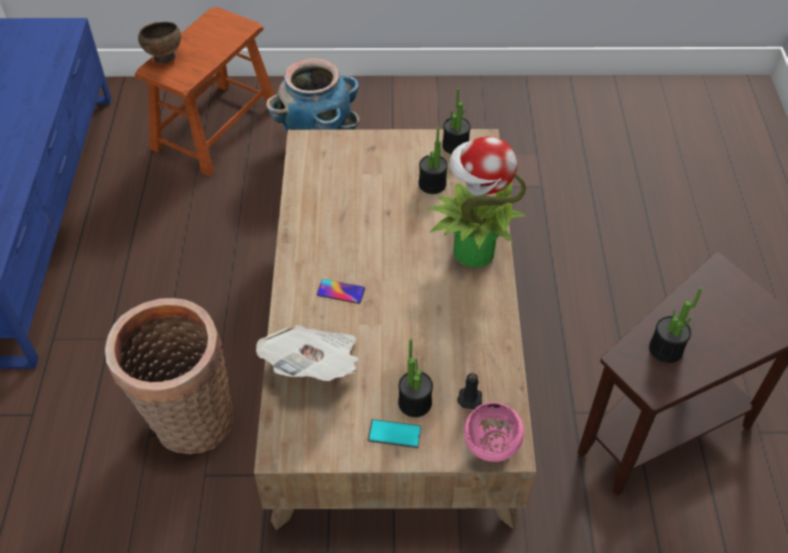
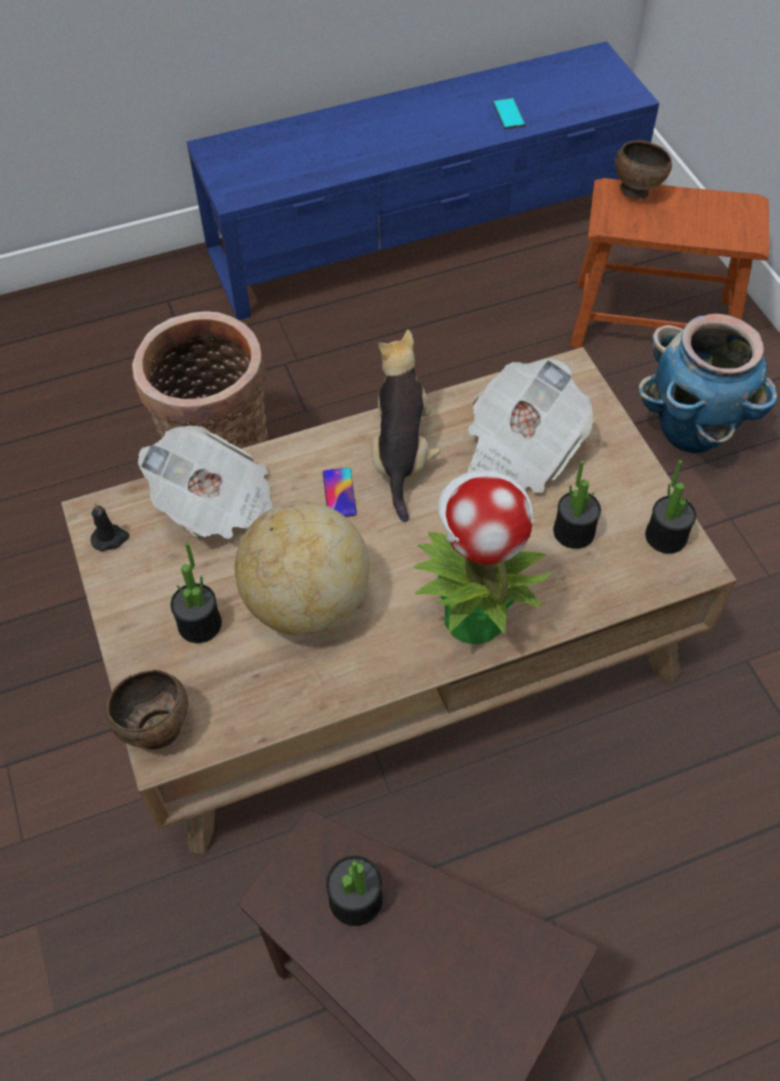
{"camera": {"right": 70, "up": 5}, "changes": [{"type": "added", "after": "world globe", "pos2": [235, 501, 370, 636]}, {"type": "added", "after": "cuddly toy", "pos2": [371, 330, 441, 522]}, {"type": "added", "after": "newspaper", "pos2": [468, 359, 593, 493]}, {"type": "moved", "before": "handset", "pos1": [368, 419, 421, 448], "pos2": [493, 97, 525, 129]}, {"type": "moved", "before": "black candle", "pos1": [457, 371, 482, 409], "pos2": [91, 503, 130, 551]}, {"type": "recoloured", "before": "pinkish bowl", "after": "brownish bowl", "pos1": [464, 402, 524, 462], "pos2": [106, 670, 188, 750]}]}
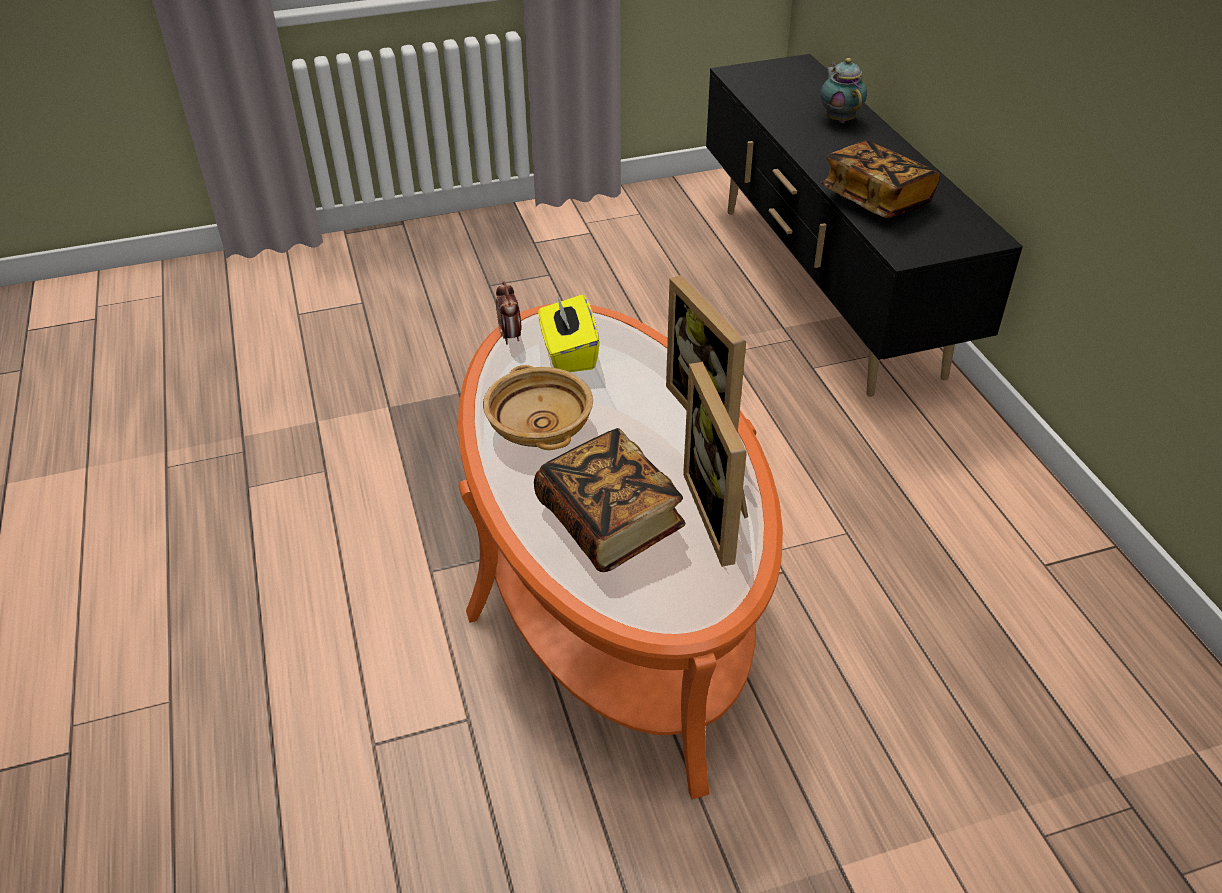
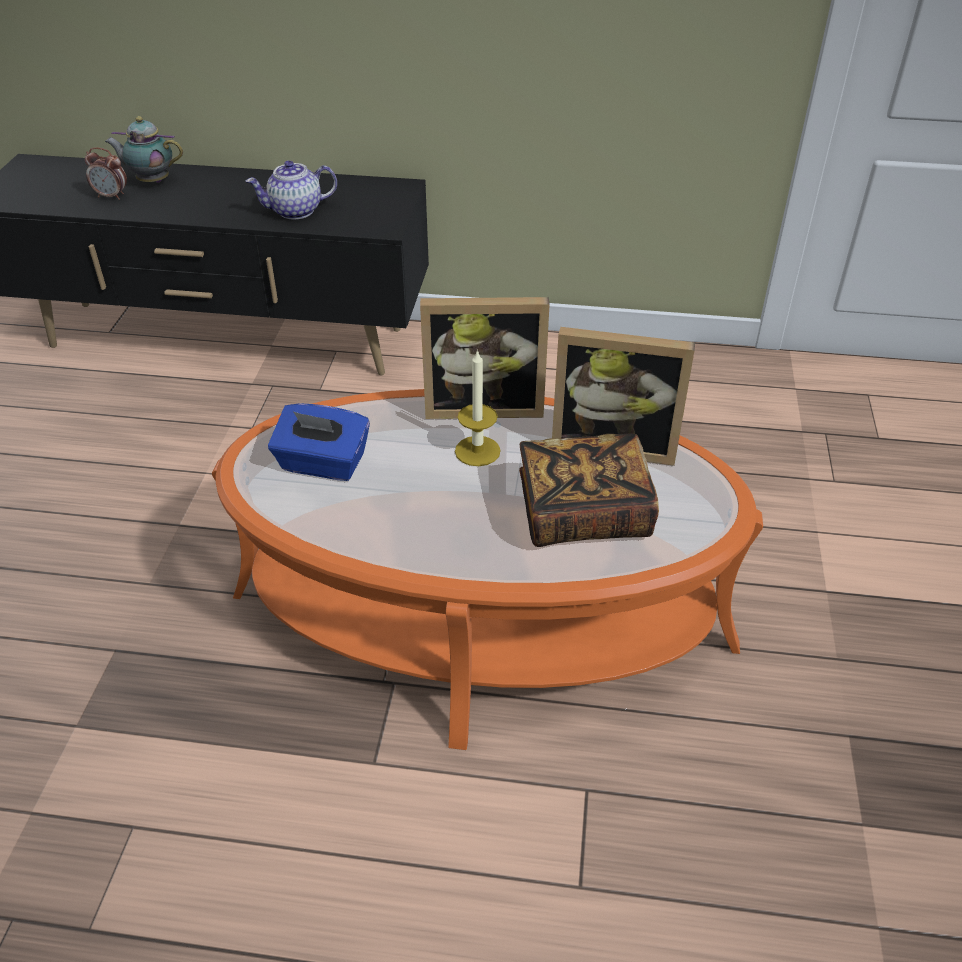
{"camera": {"right": -65, "up": 0}, "changes": [{"type": "removed", "before": "beige-coloured bowl", "pos1": [483, 365, 593, 450]}, {"type": "added", "after": "candle", "pos2": [455, 349, 501, 466]}, {"type": "moved", "before": "alarm clock", "pos1": [496, 281, 521, 345], "pos2": [85, 147, 127, 200]}, {"type": "replaced", "before": "volume", "after": "tea pot", "pos1": [821, 140, 940, 218], "pos2": [246, 160, 337, 219]}, {"type": "recoloured", "before": "yellowish box of tissues", "after": "blue-coloured box of tissues", "pos1": [539, 295, 600, 372], "pos2": [268, 403, 370, 481]}]}
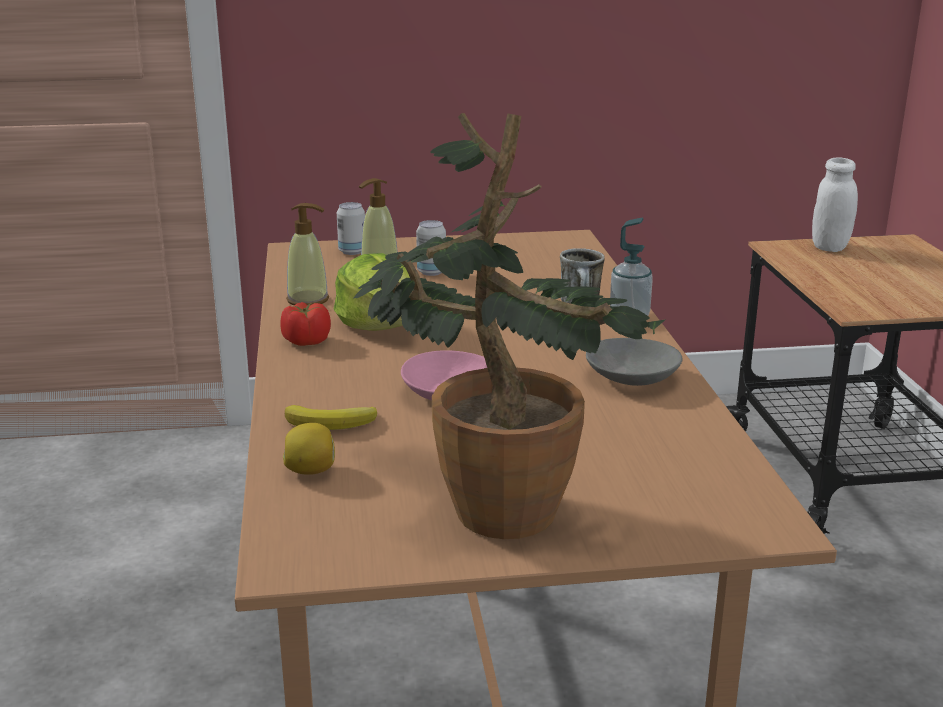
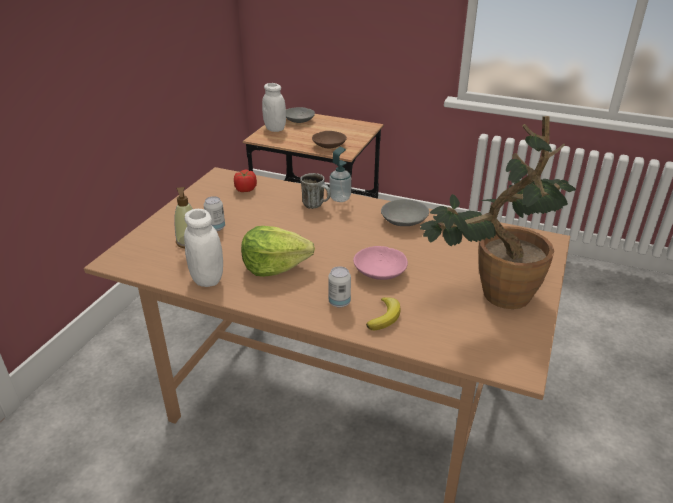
{"camera": {"right": -60, "up": 10}, "changes": [{"type": "removed", "before": "lemon", "pos1": [283, 423, 335, 475]}, {"type": "added", "after": "greyish bowl", "pos2": [286, 107, 315, 123]}, {"type": "added", "after": "brownish bowl", "pos2": [312, 131, 347, 148]}, {"type": "moved", "before": "tomato", "pos1": [281, 302, 331, 346], "pos2": [234, 170, 257, 192]}, {"type": "moved", "before": "metal can", "pos1": [337, 202, 365, 255], "pos2": [328, 266, 351, 308]}, {"type": "replaced", "before": "soap dispenser", "after": "white-coloured storage jar", "pos1": [286, 203, 329, 305], "pos2": [184, 209, 223, 287]}]}
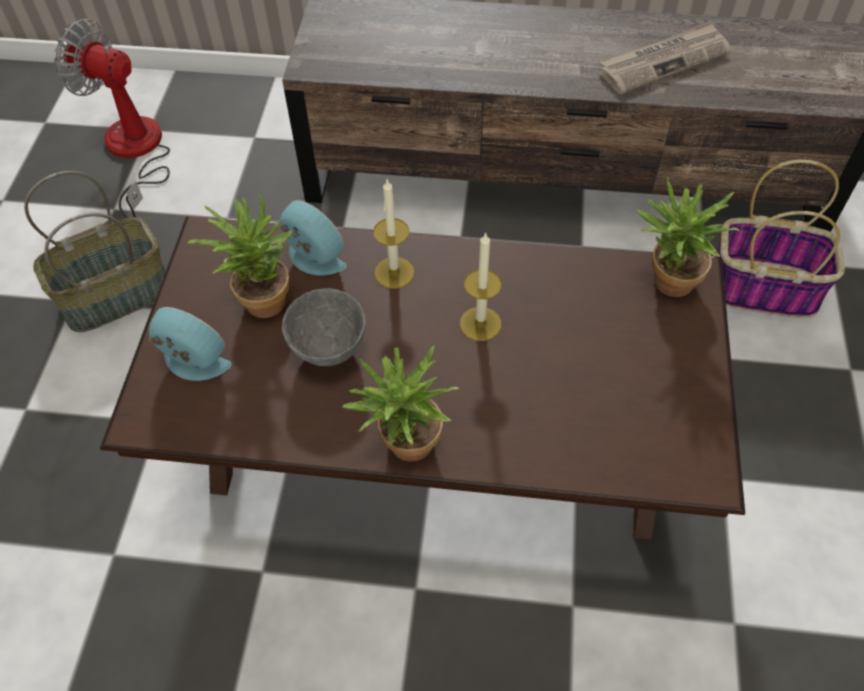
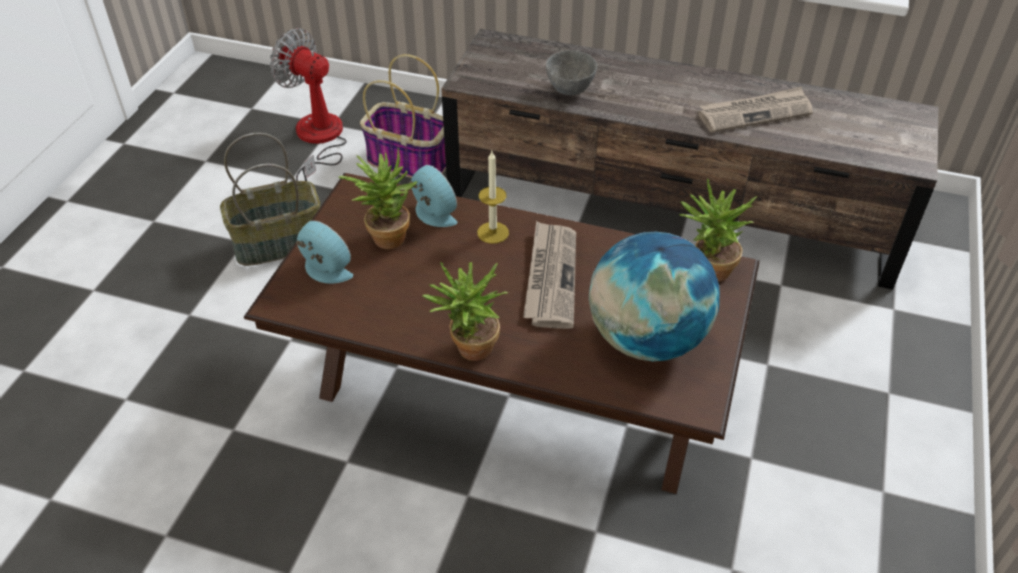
{"camera": {"right": 10, "up": -10}, "changes": [{"type": "added", "after": "world globe", "pos2": [589, 232, 720, 361]}, {"type": "moved", "before": "greyish bowl", "pos1": [282, 288, 366, 366], "pos2": [546, 50, 597, 95]}, {"type": "moved", "before": "storage basket", "pos1": [714, 160, 845, 318], "pos2": [360, 54, 446, 178]}, {"type": "replaced", "before": "candle", "after": "newspaper", "pos1": [460, 232, 502, 341], "pos2": [523, 221, 576, 329]}]}
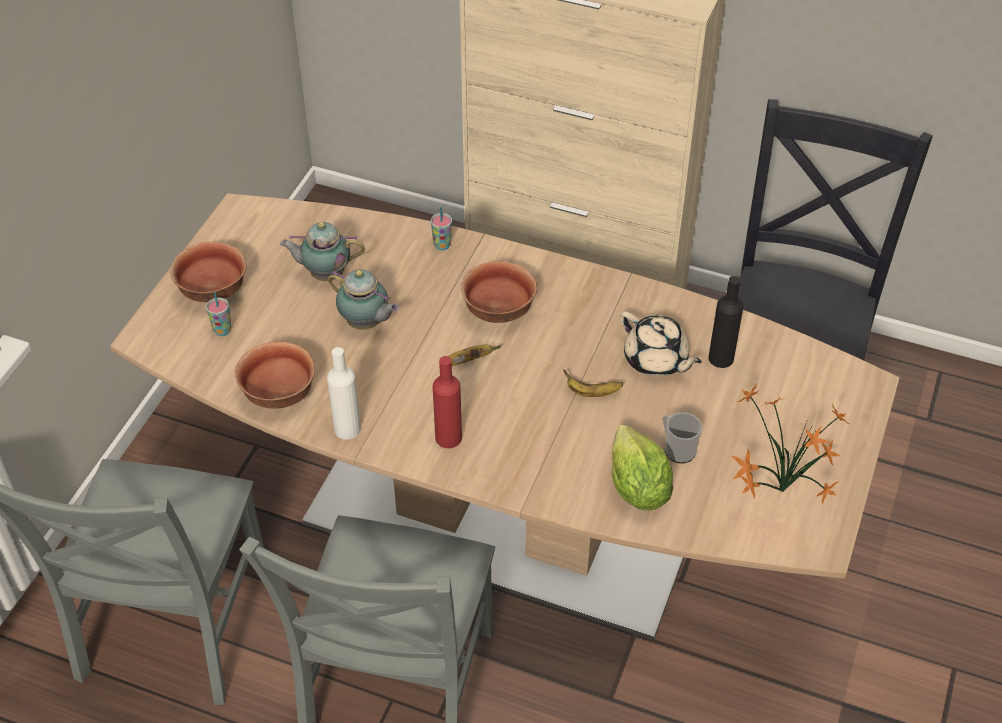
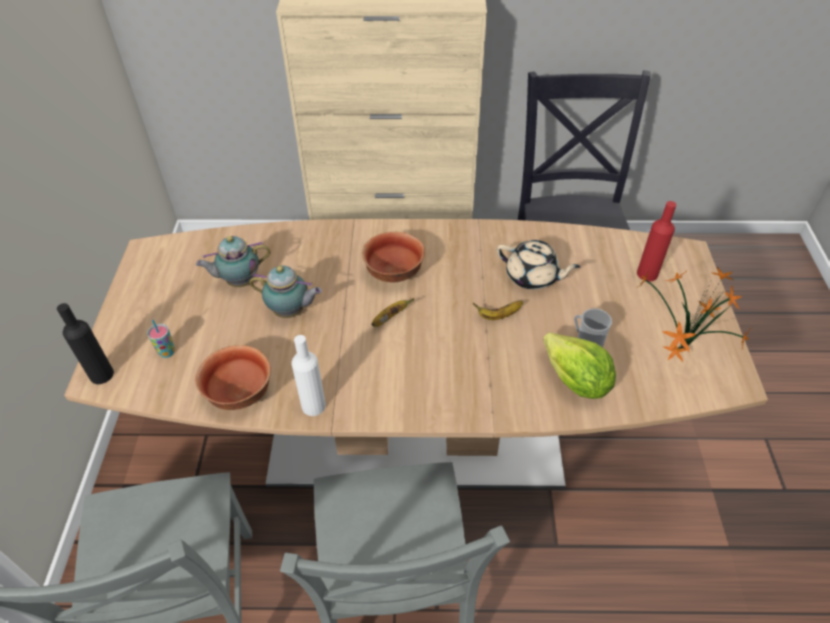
{"camera": {"right": -20, "up": 0}, "changes": [{"type": "removed", "before": "bowl", "pos1": [170, 242, 246, 302]}, {"type": "removed", "before": "cup", "pos1": [431, 207, 452, 250]}, {"type": "moved", "before": "reddish drink bottle", "pos1": [433, 356, 462, 448], "pos2": [637, 201, 676, 281]}, {"type": "moved", "before": "black drink bottle", "pos1": [708, 276, 743, 368], "pos2": [57, 303, 114, 384]}]}
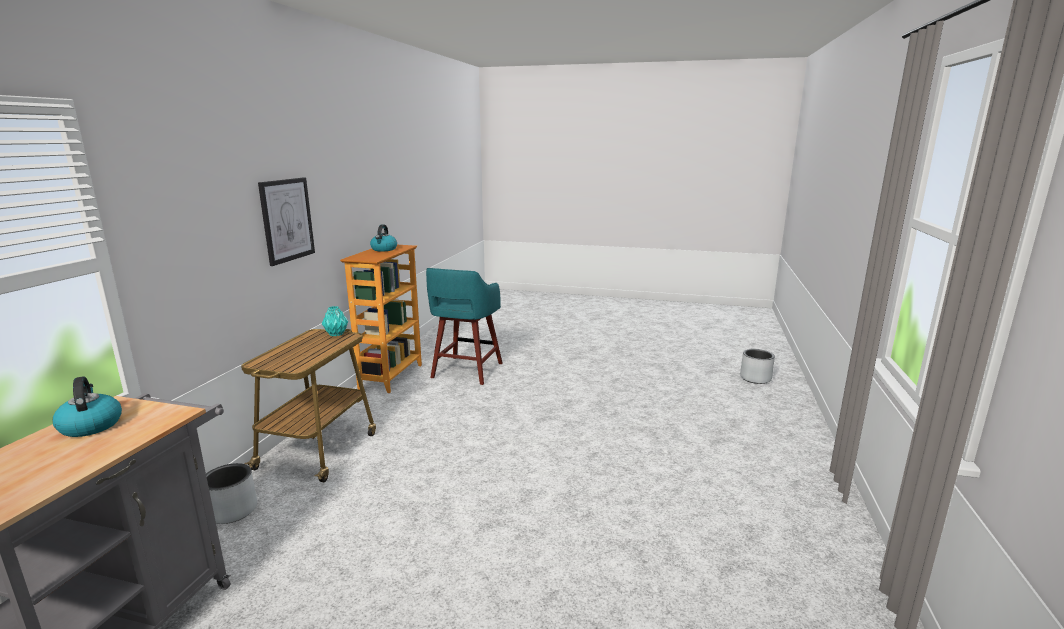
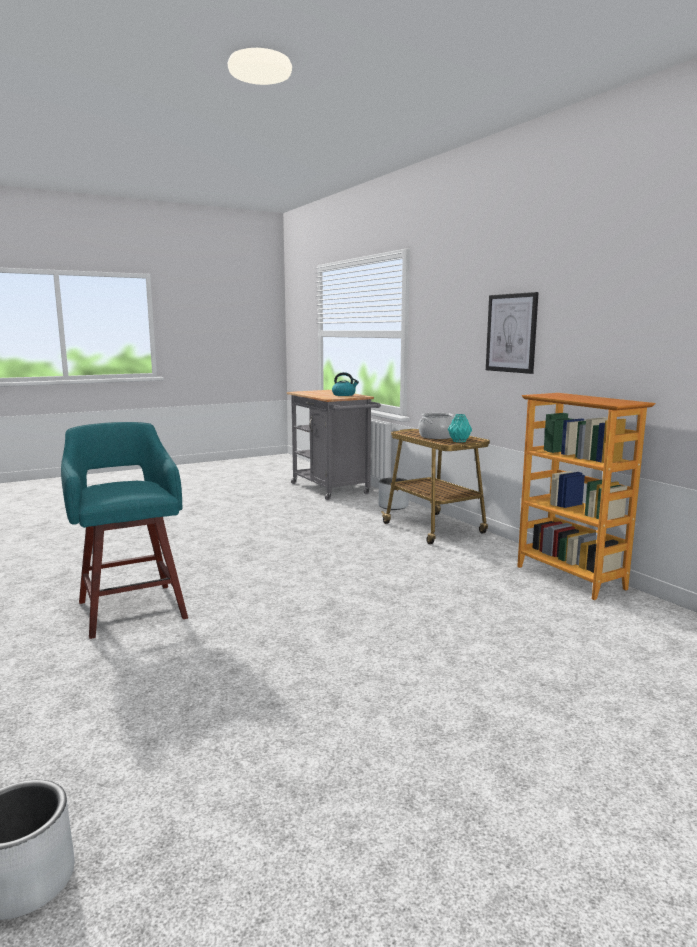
{"camera": {"right": 135, "up": -5}, "changes": [{"type": "removed", "before": "kettle", "pos1": [370, 224, 397, 251]}, {"type": "added", "after": "cooking pot", "pos2": [419, 413, 454, 439]}, {"type": "moved", "before": "blue-green stool", "pos1": [426, 268, 502, 385], "pos2": [61, 422, 188, 639]}]}
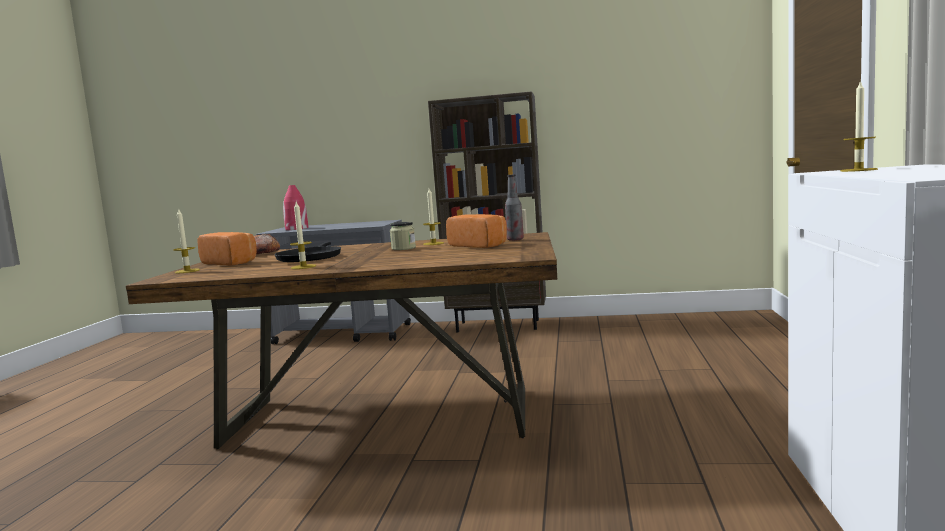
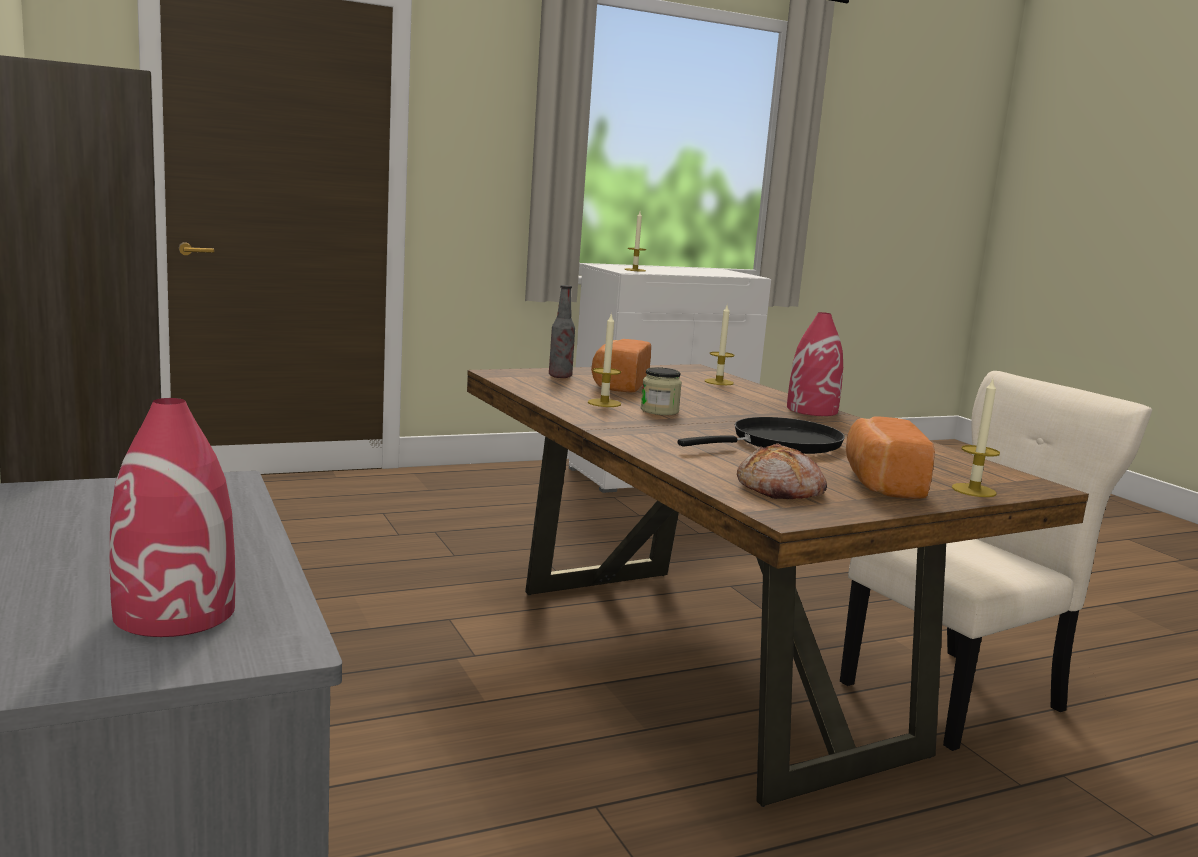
{"camera": {"right": -125, "up": 5}, "changes": [{"type": "added", "after": "reddish vase", "pos2": [787, 312, 843, 416]}, {"type": "added", "after": "beige-coloured chair", "pos2": [840, 371, 1152, 751]}, {"type": "moved", "before": "candle", "pos1": [290, 202, 316, 269], "pos2": [705, 305, 734, 385]}]}
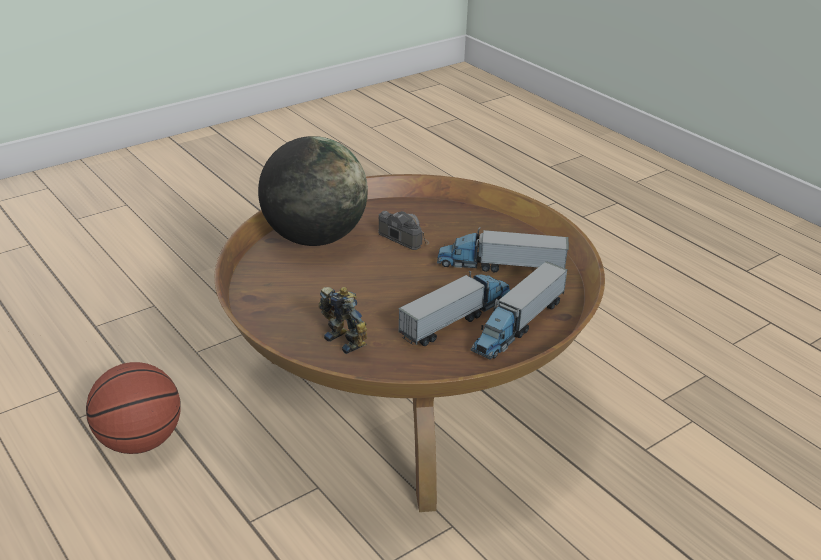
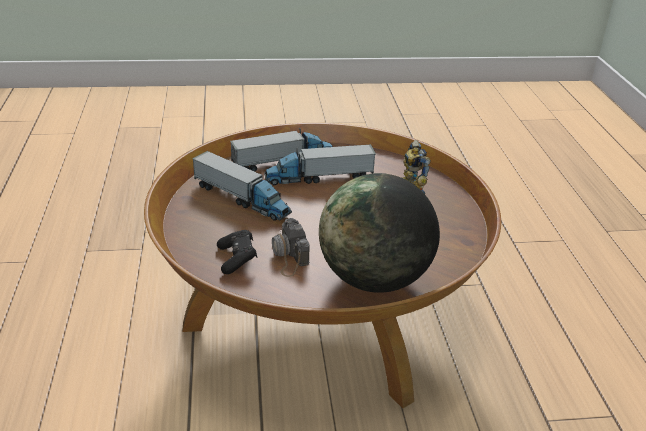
{"camera": {"right": -150, "up": 0}, "changes": [{"type": "removed", "before": "ball for basketball", "pos1": [86, 362, 181, 454]}, {"type": "added", "after": "black joypad", "pos2": [217, 230, 257, 274]}]}
